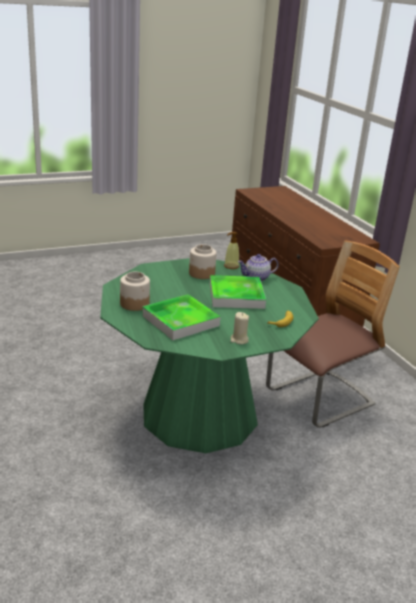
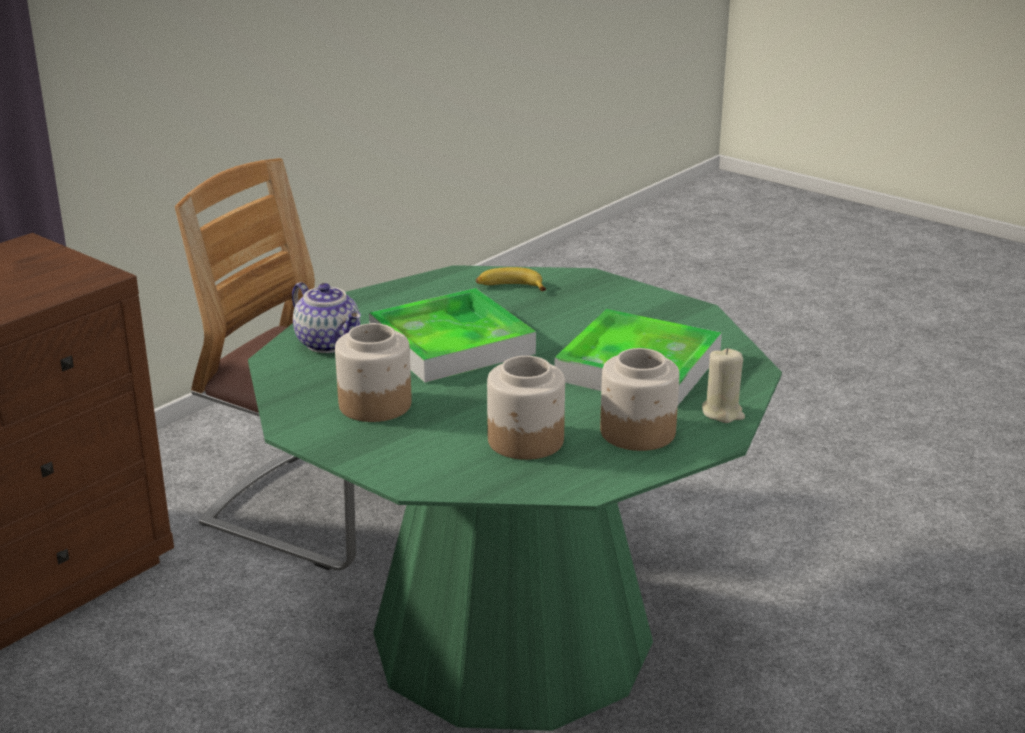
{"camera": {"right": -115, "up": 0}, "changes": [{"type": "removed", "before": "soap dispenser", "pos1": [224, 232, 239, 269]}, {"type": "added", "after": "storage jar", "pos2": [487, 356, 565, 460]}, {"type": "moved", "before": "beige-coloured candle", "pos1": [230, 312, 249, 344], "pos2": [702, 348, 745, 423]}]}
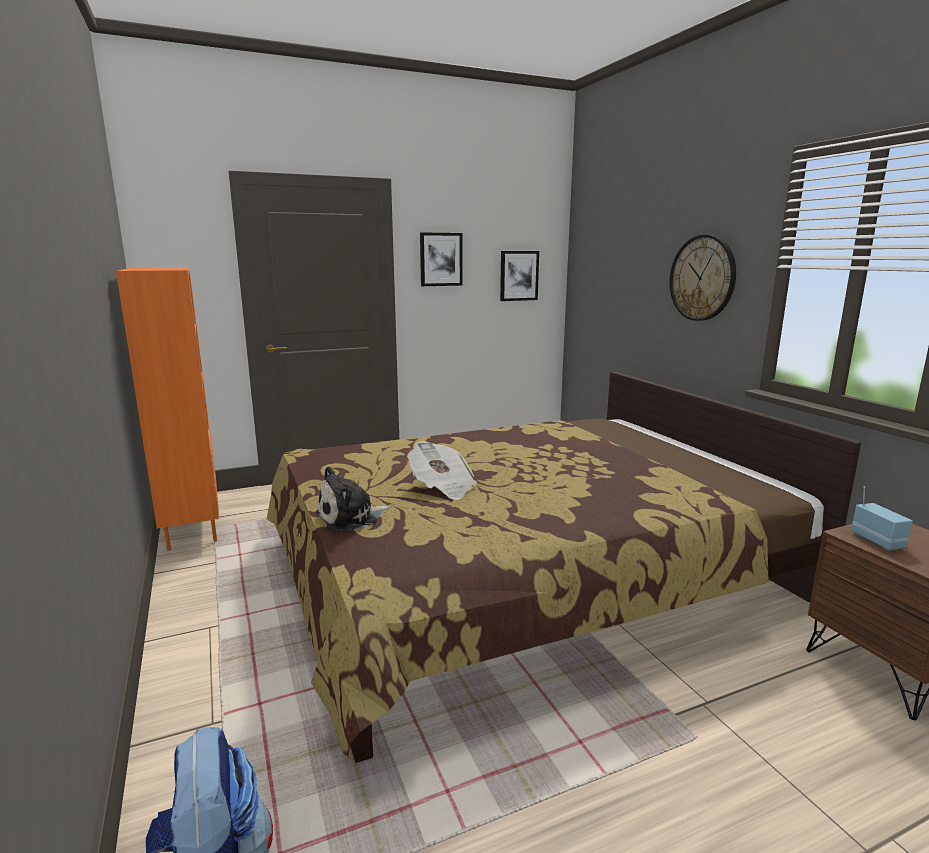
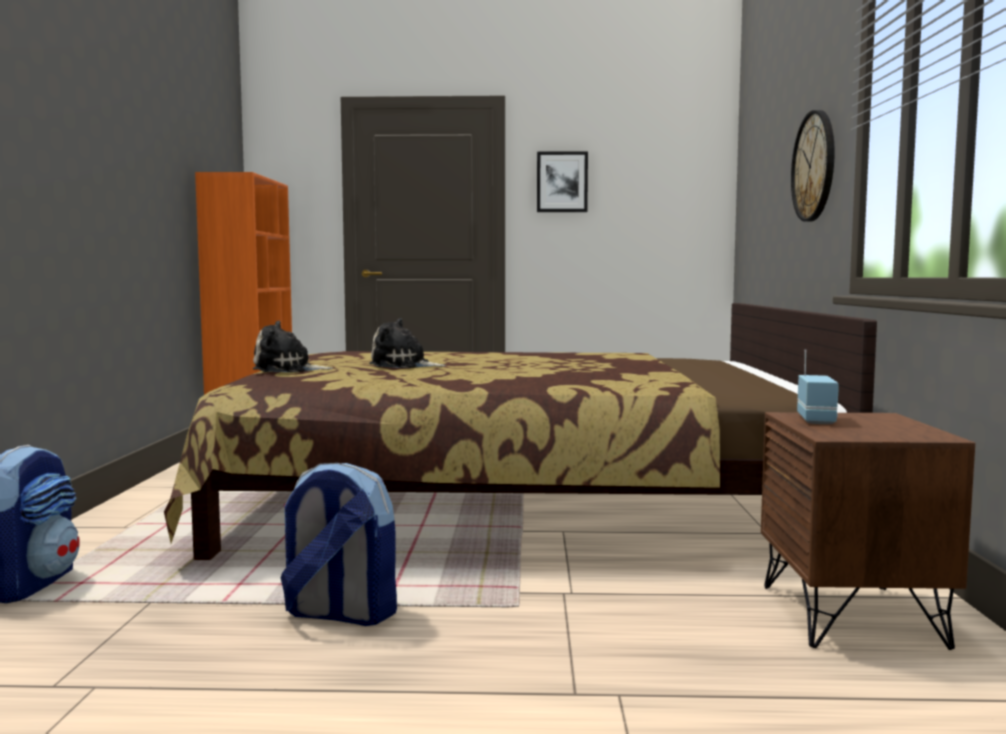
{"camera": {"right": 25, "up": -10}, "changes": [{"type": "removed", "before": "picture", "pos1": [500, 251, 539, 301]}, {"type": "added", "after": "knapsack", "pos2": [281, 463, 397, 626]}, {"type": "replaced", "before": "newspaper", "after": "cuddly toy", "pos1": [407, 441, 477, 500], "pos2": [369, 318, 446, 368]}]}
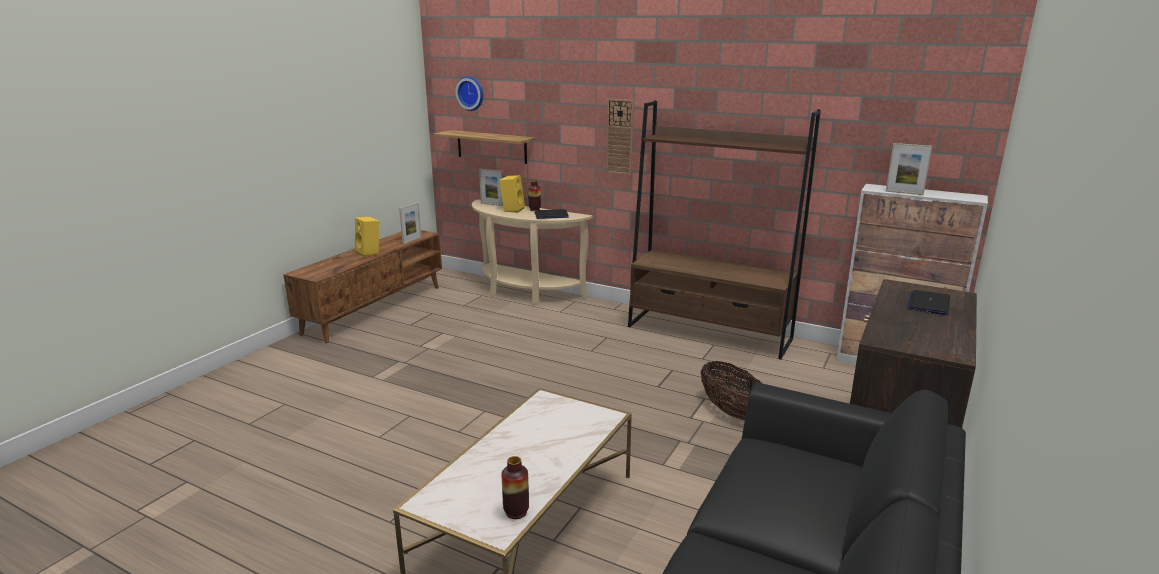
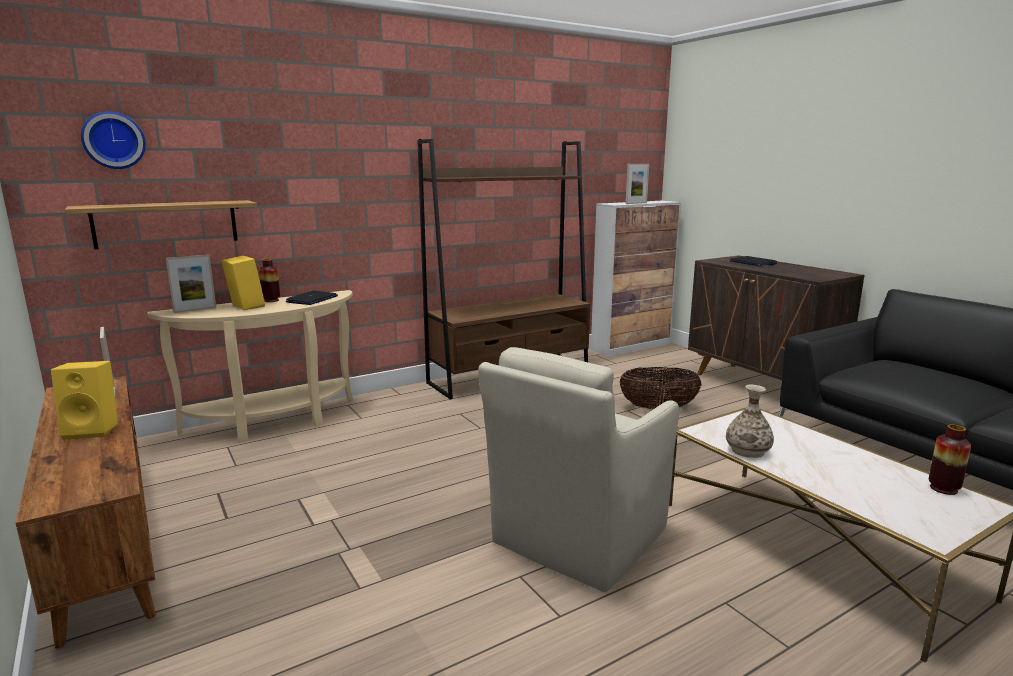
{"camera": {"right": -60, "up": -5}, "changes": [{"type": "removed", "before": "wall clock", "pos1": [606, 99, 634, 175]}, {"type": "added", "after": "beige-coloured easy chair", "pos2": [478, 347, 679, 592]}, {"type": "added", "after": "vase", "pos2": [726, 385, 774, 458]}]}
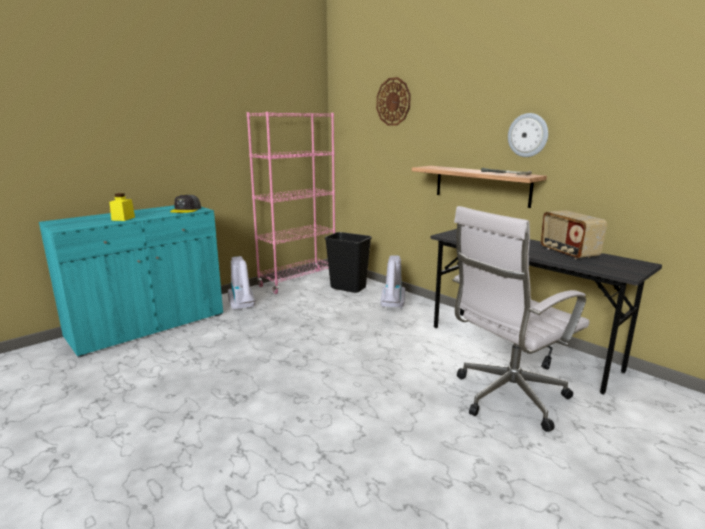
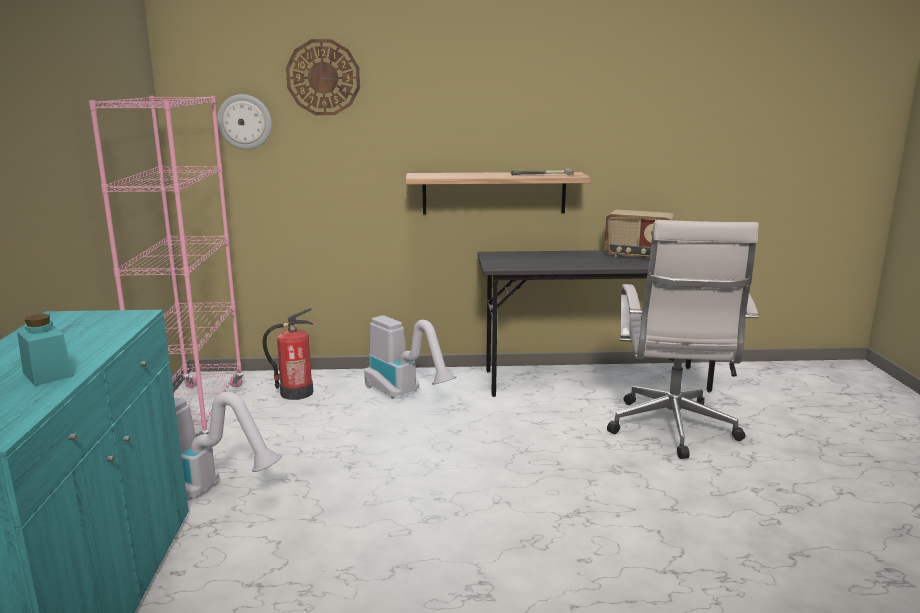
{"camera": {"right": -50, "up": 0}, "changes": [{"type": "removed", "before": "greyish cap", "pos1": [170, 194, 201, 213]}, {"type": "moved", "before": "wall clock", "pos1": [508, 113, 548, 157], "pos2": [217, 94, 272, 150]}, {"type": "replaced", "before": "black waste bin", "after": "fire extinguisher", "pos1": [325, 232, 372, 293], "pos2": [263, 308, 313, 400]}, {"type": "recoloured", "before": "yellowish storage jar", "after": "blue-green storage jar", "pos1": [109, 193, 135, 221], "pos2": [17, 314, 73, 386]}]}
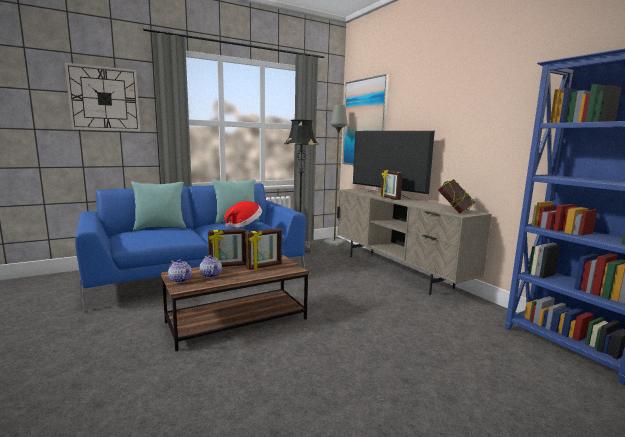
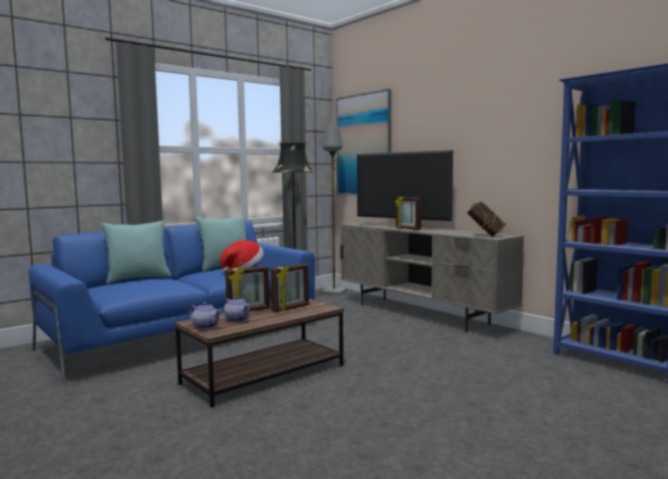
{"camera": {"right": -10, "up": -5}, "changes": [{"type": "removed", "before": "wall clock", "pos1": [65, 62, 141, 131]}]}
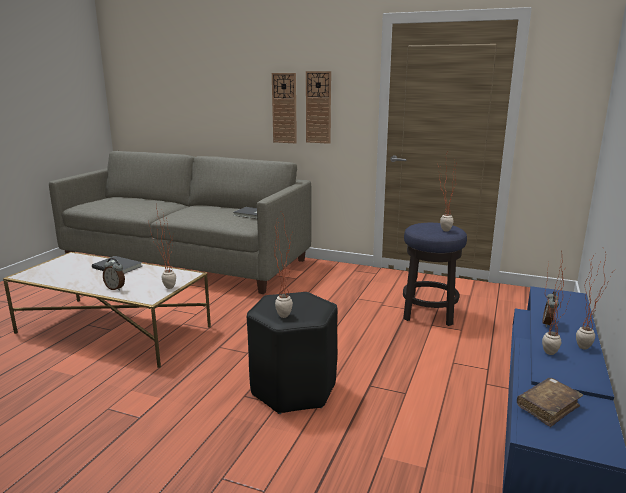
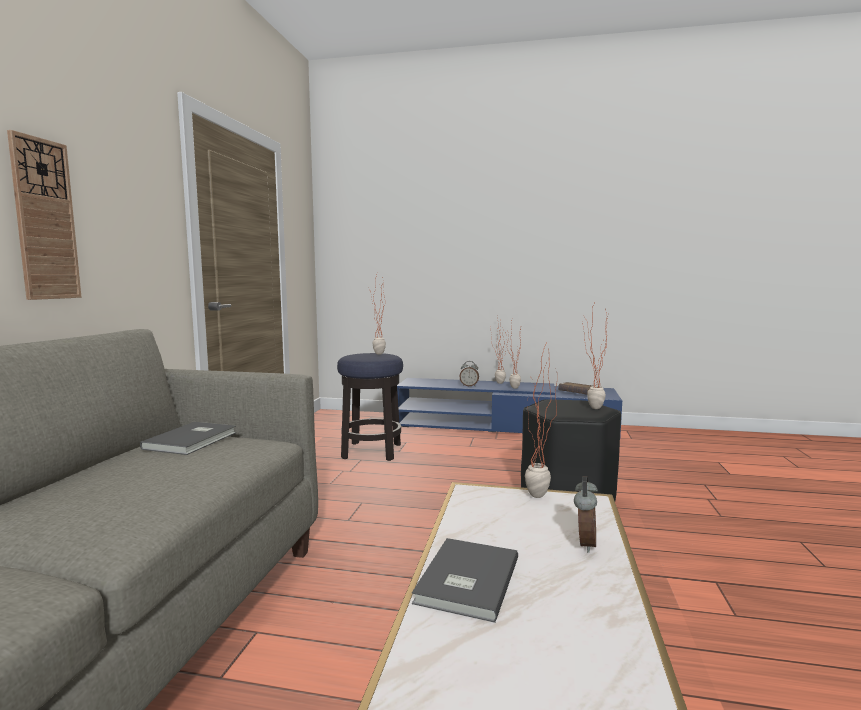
{"camera": {"right": -100, "up": -10}, "changes": [{"type": "removed", "before": "wall clock", "pos1": [306, 71, 331, 144]}]}
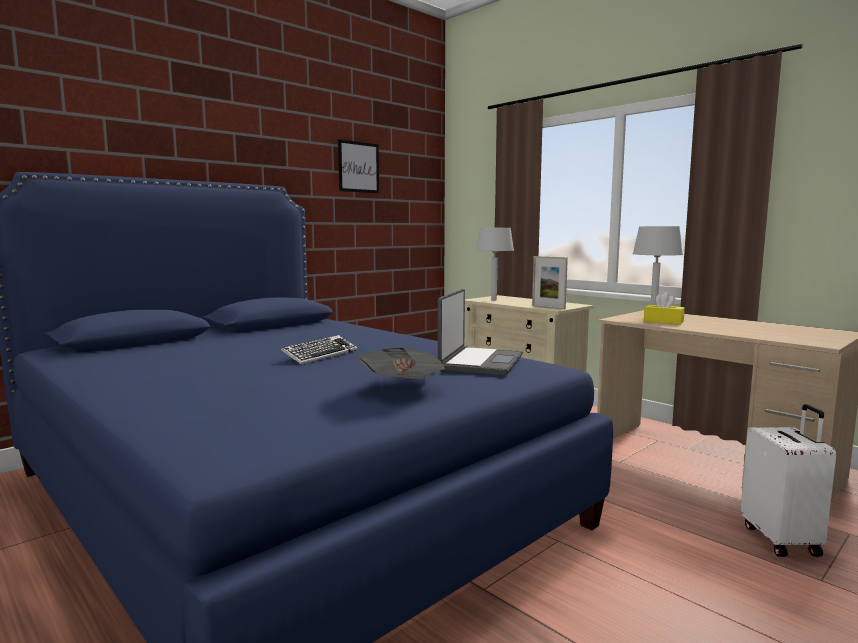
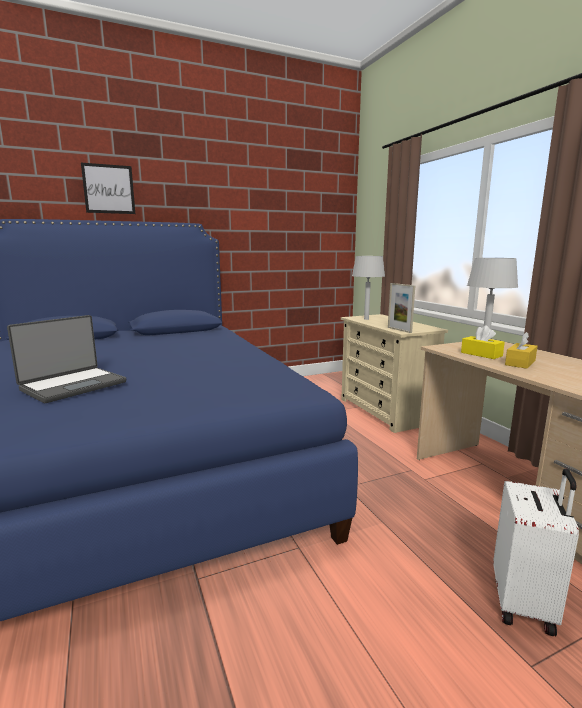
{"camera": {"right": 20, "up": 5}, "changes": [{"type": "removed", "before": "computer keyboard", "pos1": [281, 335, 357, 365]}, {"type": "removed", "before": "newspaper", "pos1": [356, 348, 446, 378]}, {"type": "added", "after": "yellowish box of tissues", "pos2": [505, 332, 537, 369]}, {"type": "moved", "before": "picture", "pos1": [338, 139, 379, 193], "pos2": [81, 163, 135, 214]}, {"type": "moved", "before": "notebook computer", "pos1": [438, 289, 523, 376], "pos2": [7, 315, 126, 403]}]}
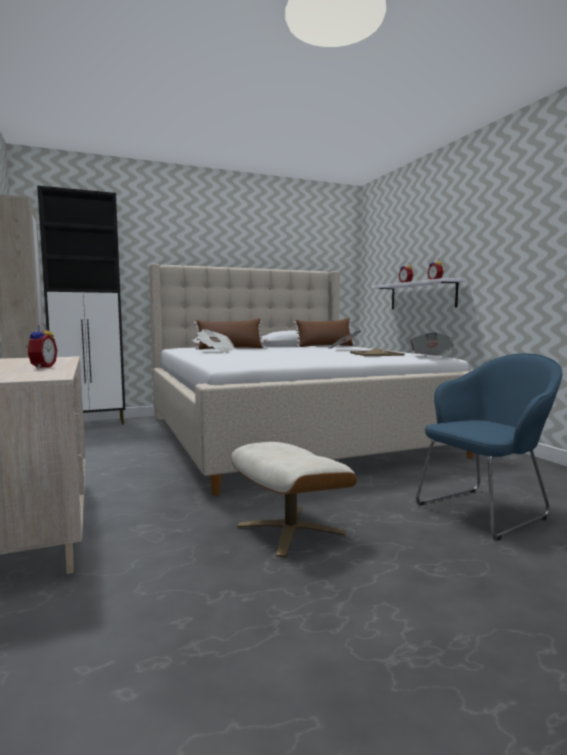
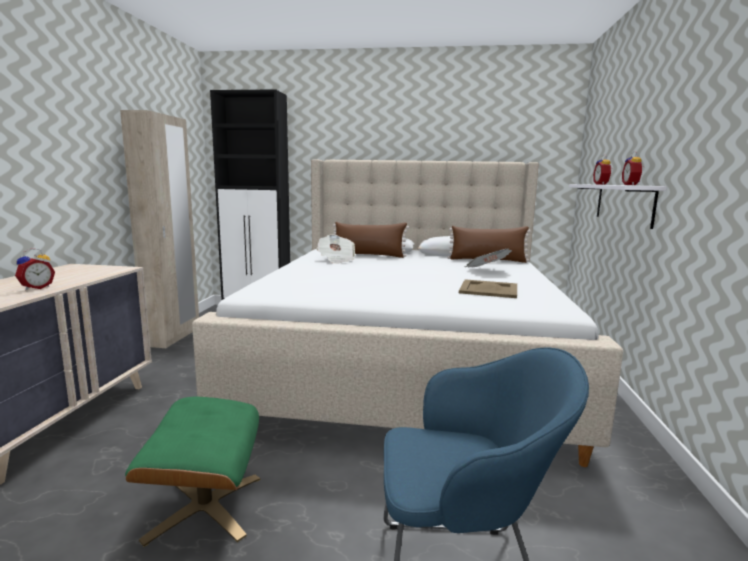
{"camera": {"right": 30, "up": 5}, "changes": [{"type": "removed", "before": "newspaper", "pos1": [410, 333, 454, 355]}, {"type": "recoloured", "before": "beige-coloured pouffe", "after": "green-coloured pouffe", "pos1": [231, 442, 357, 557], "pos2": [125, 397, 260, 547]}]}
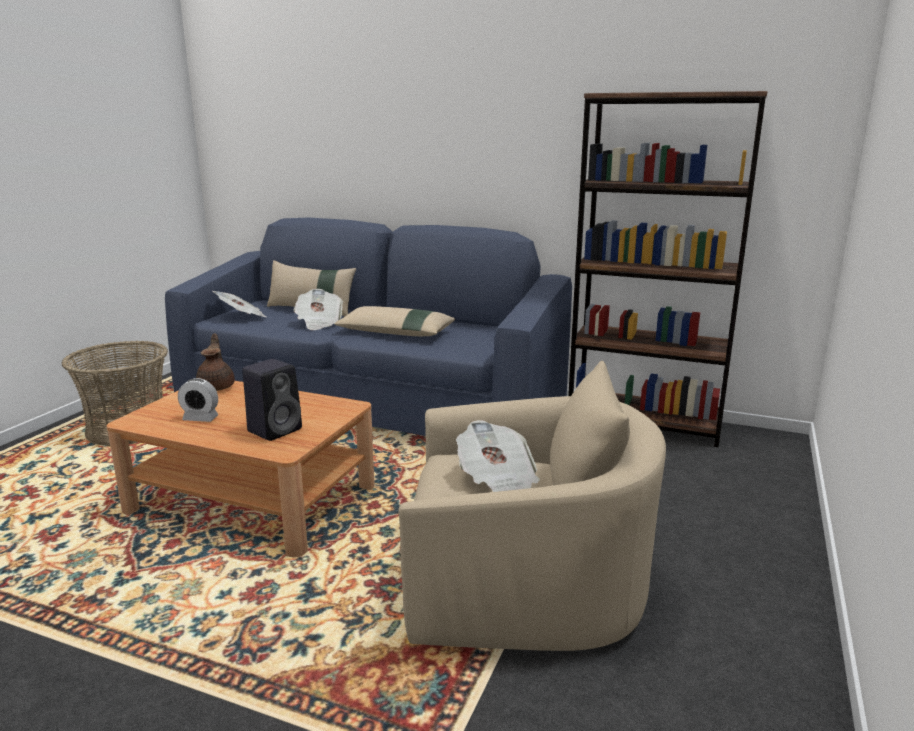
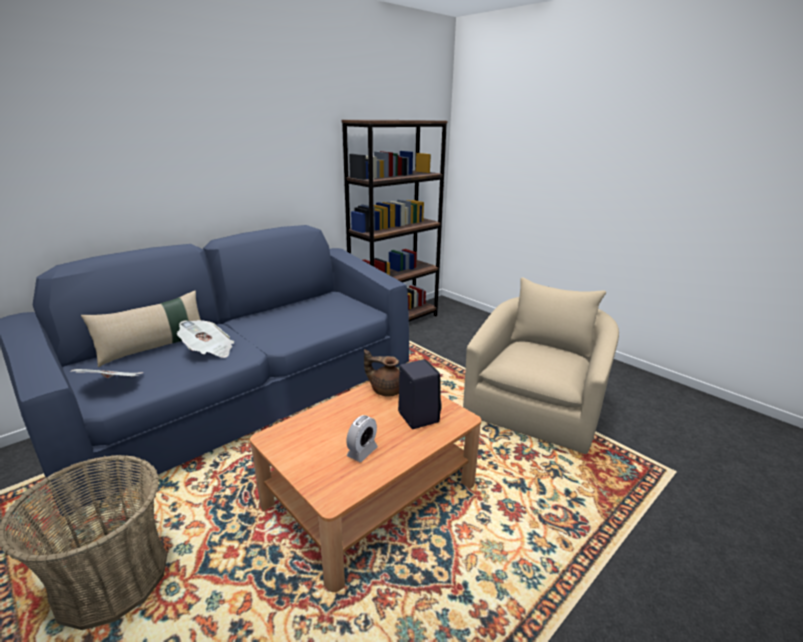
{"camera": {"right": -65, "up": 5}, "changes": [{"type": "removed", "before": "beige-coloured cushion", "pos1": [334, 306, 455, 336]}, {"type": "removed", "before": "newspaper", "pos1": [456, 420, 540, 492]}, {"type": "moved", "before": "brownish tea pot", "pos1": [196, 333, 235, 391], "pos2": [364, 349, 399, 397]}]}
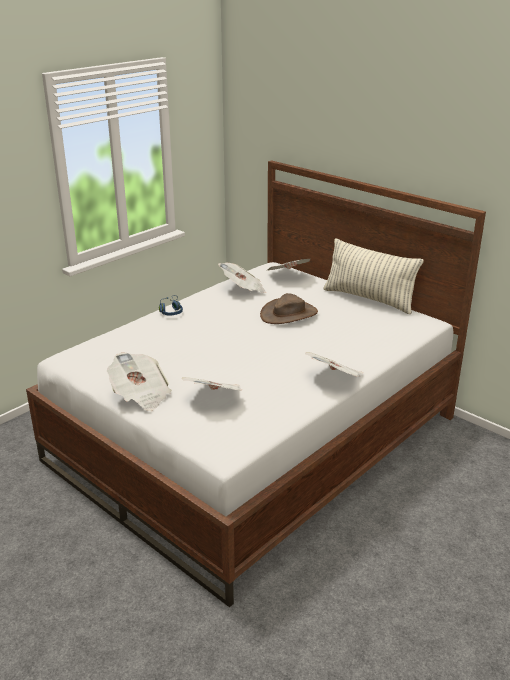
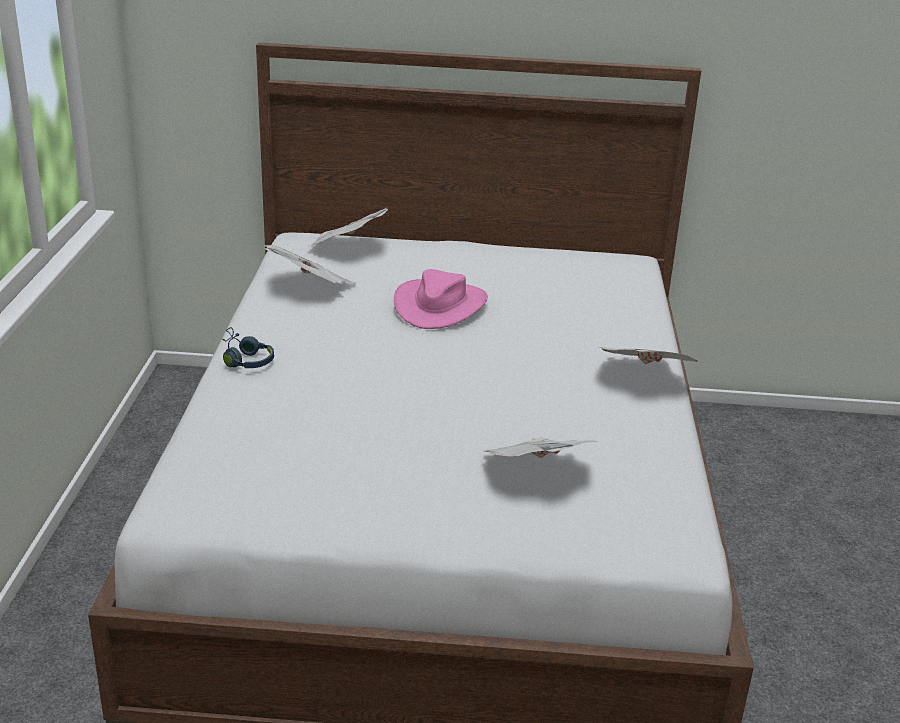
{"camera": {"right": -40, "up": 0}, "changes": [{"type": "removed", "before": "newspaper", "pos1": [107, 352, 172, 411]}, {"type": "removed", "before": "cushion", "pos1": [323, 238, 424, 314]}, {"type": "recoloured", "before": "brownish clothing hat", "after": "pinkish clothing hat", "pos1": [260, 293, 318, 324], "pos2": [394, 269, 488, 329]}]}
